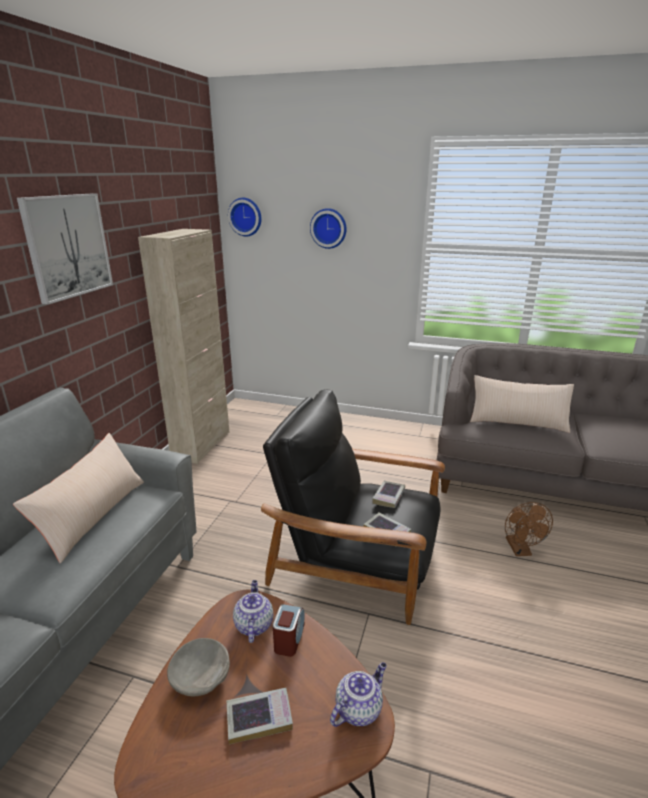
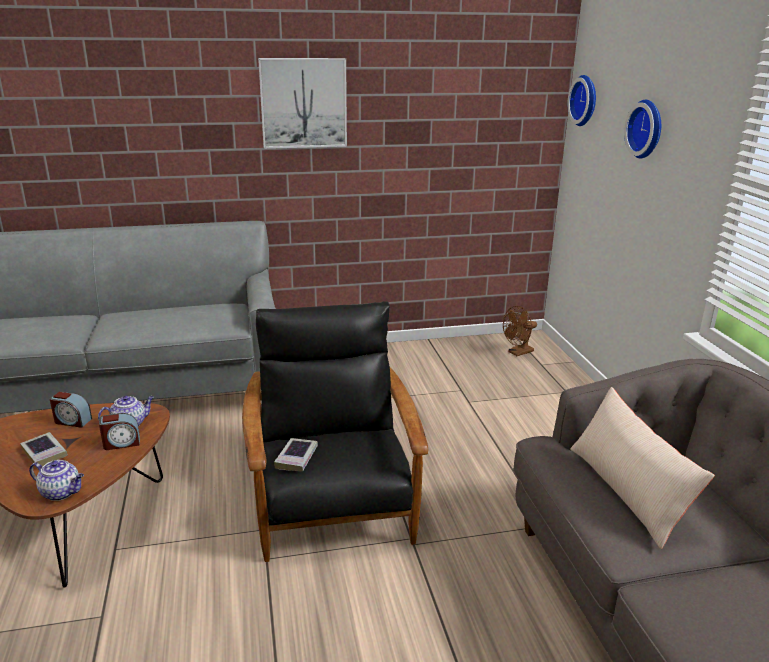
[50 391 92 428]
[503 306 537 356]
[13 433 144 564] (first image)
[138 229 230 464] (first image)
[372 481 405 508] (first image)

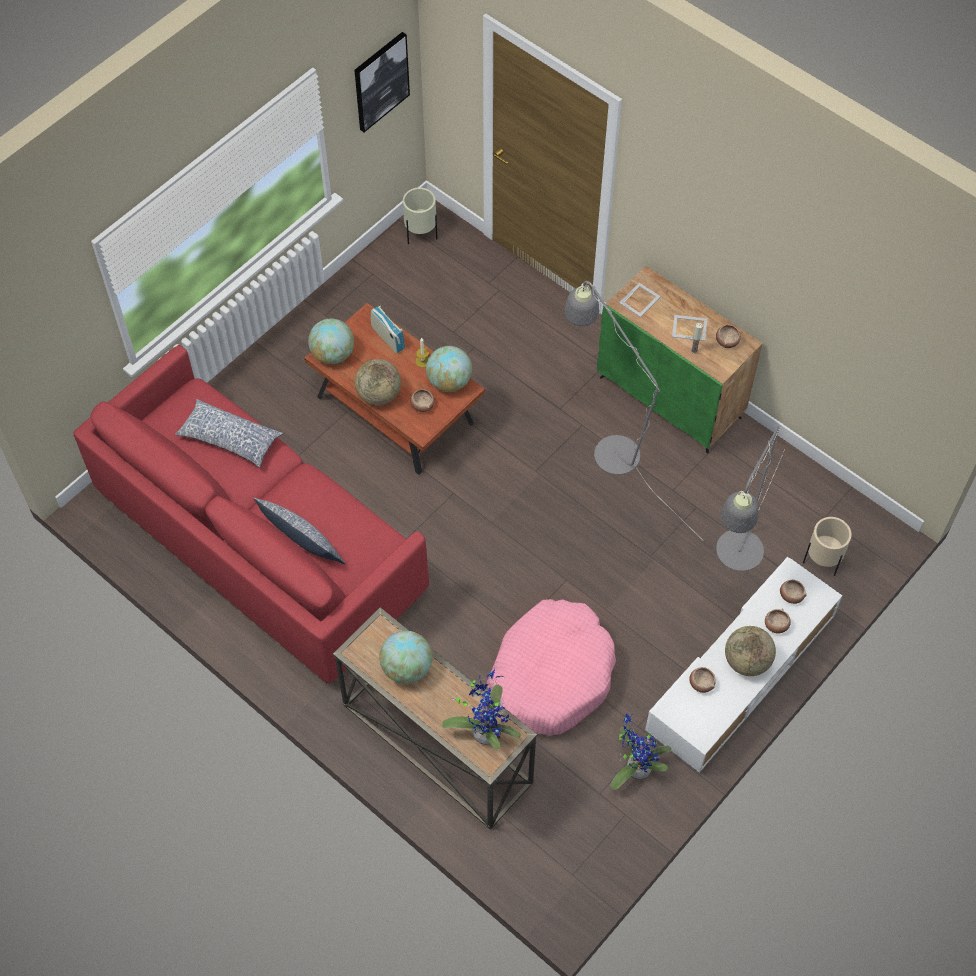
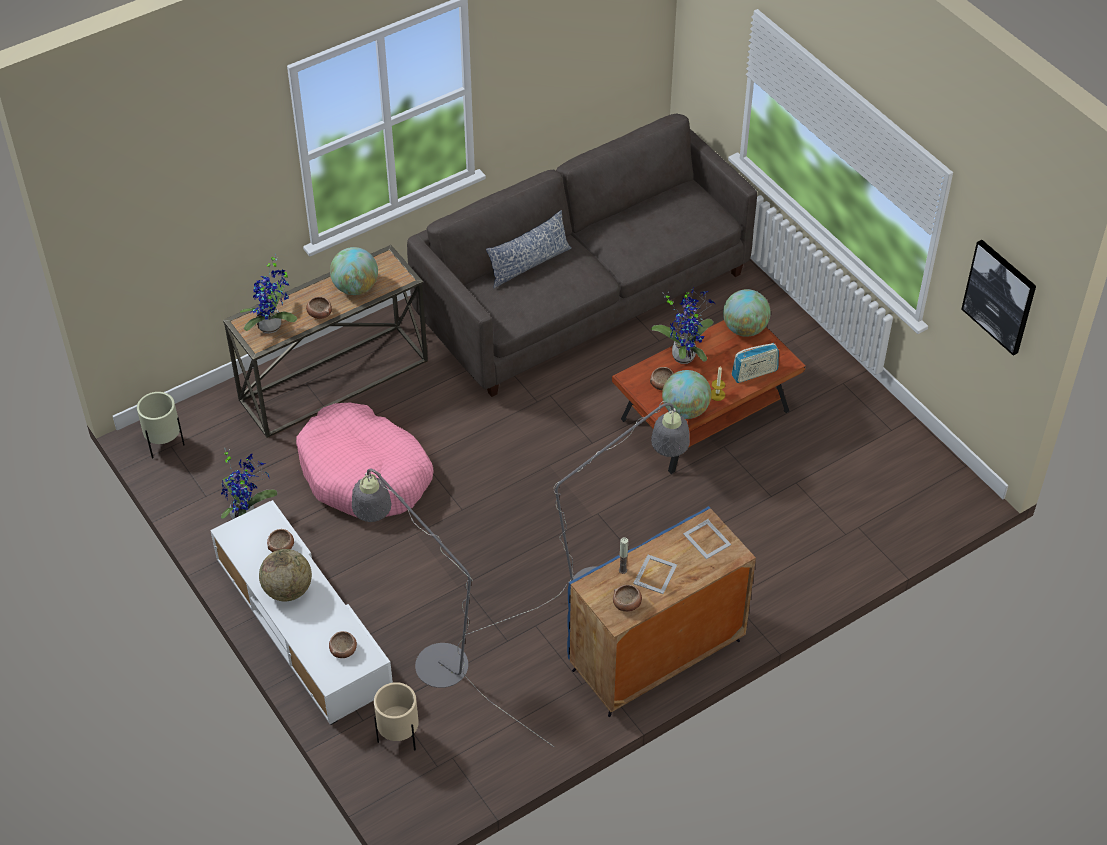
[137 392 185 458]
[306 297 332 319]
[407 114 757 397]
[567 506 756 717]
[651 286 715 364]
[175 399 283 467] (first image)

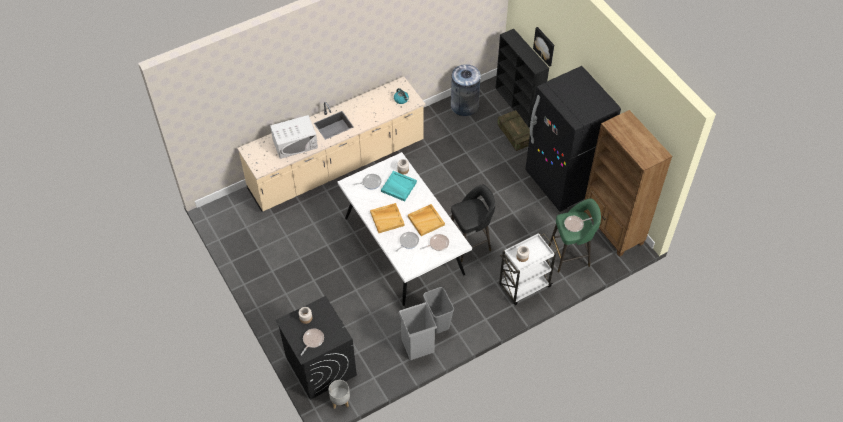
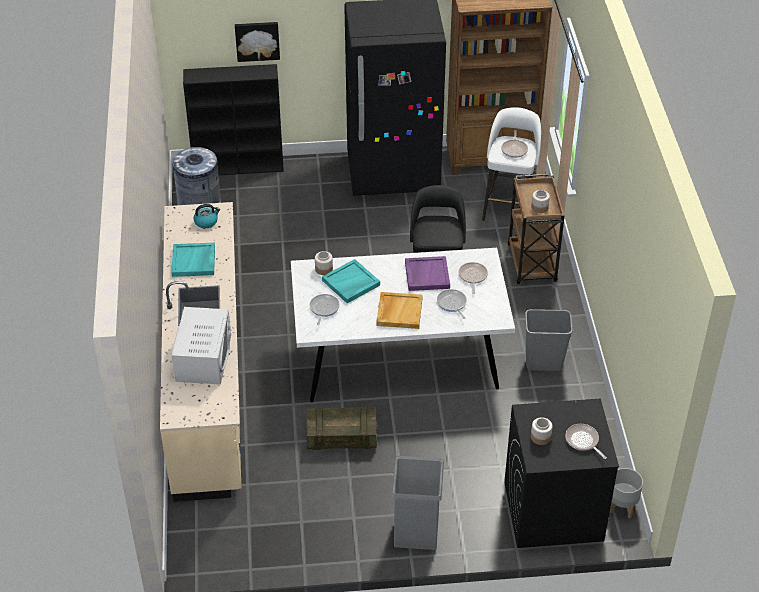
[171 243 215 277]
[305 407 378 450]
[392 456 444 550]
[405 256 450 291]
[482 107 541 221]
[508 174 565 284]

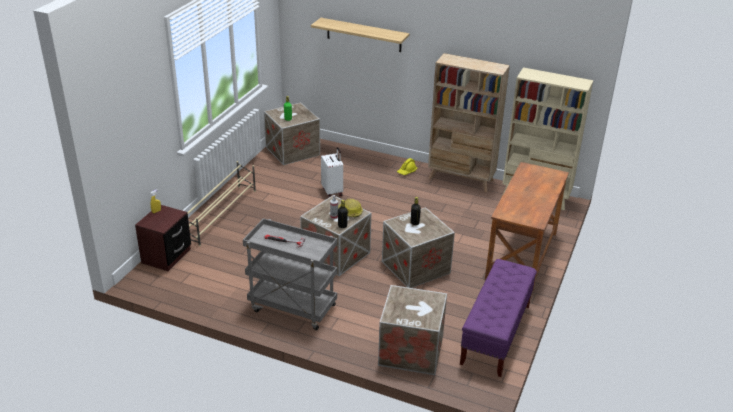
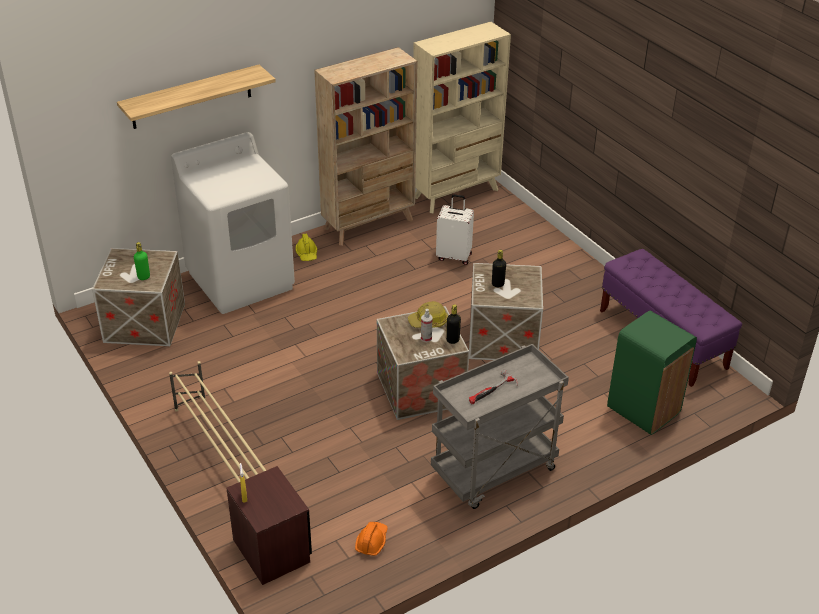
[171 132 295 314]
[355 522 388 556]
[436 194 474 265]
[607 311 697 435]
[485 162 569 289] (first image)

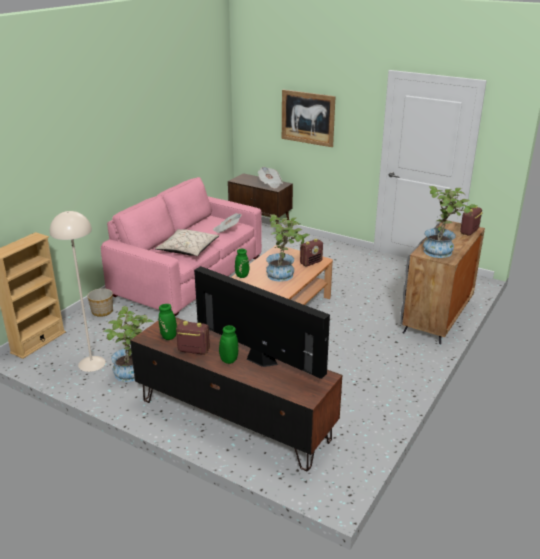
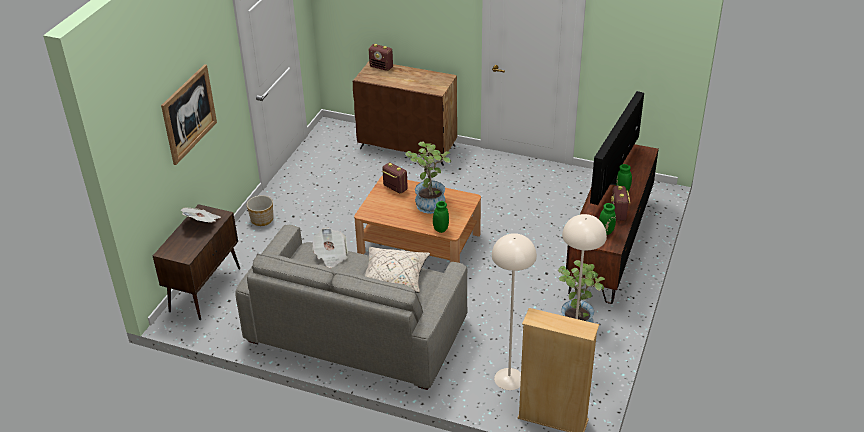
[235 224 467 390]
[247 195 273 226]
[353 62 457 166]
[492 233 537 390]
[423 186 477 258] (first image)

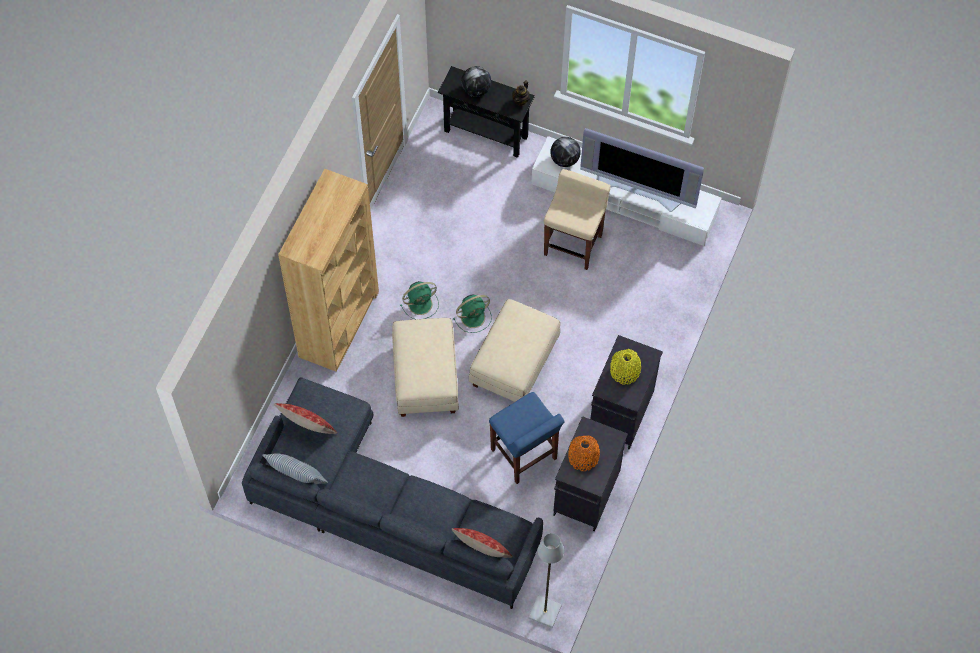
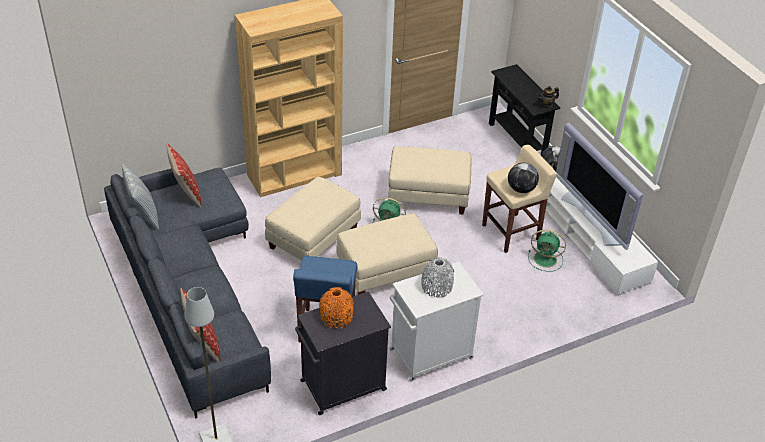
[388 147 471 214]
[390 262 484 382]
[422 257 454 298]
[508 163 539 193]
[528 230 566 272]

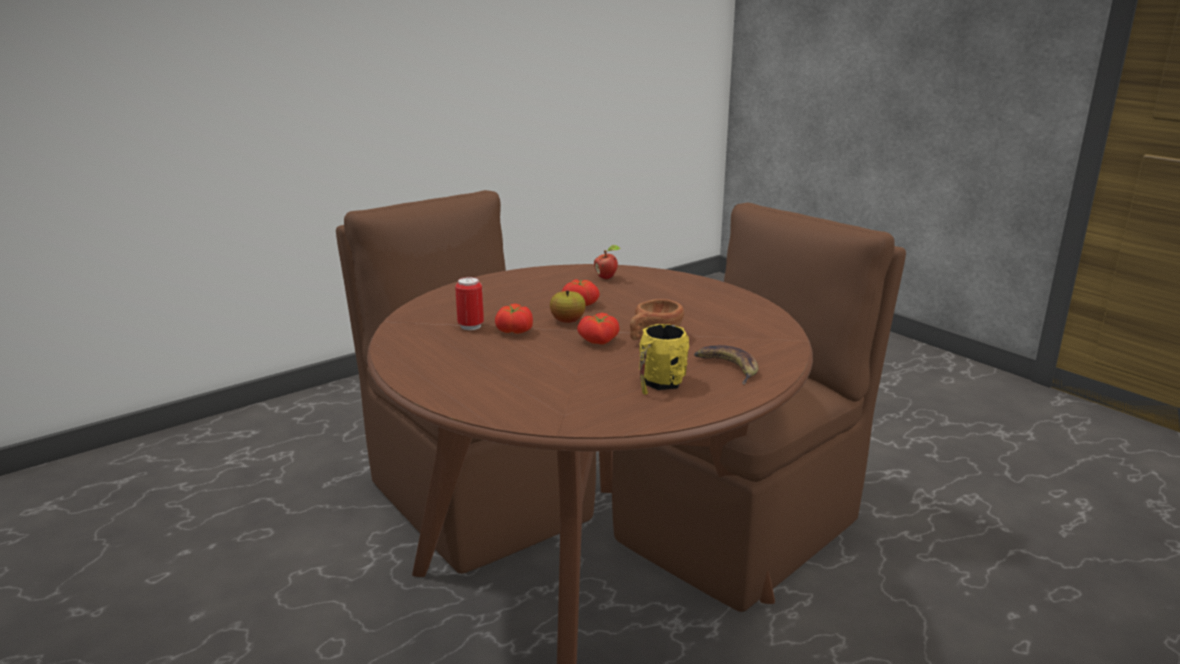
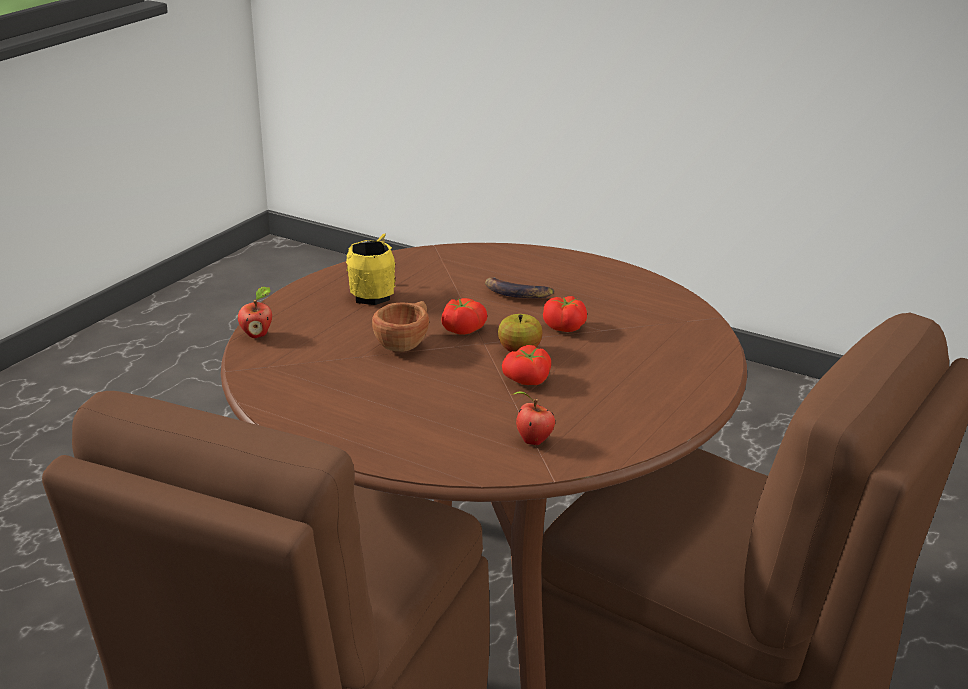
[238 287 272 338]
[485 277 554 298]
[455 277 484 330] (first image)

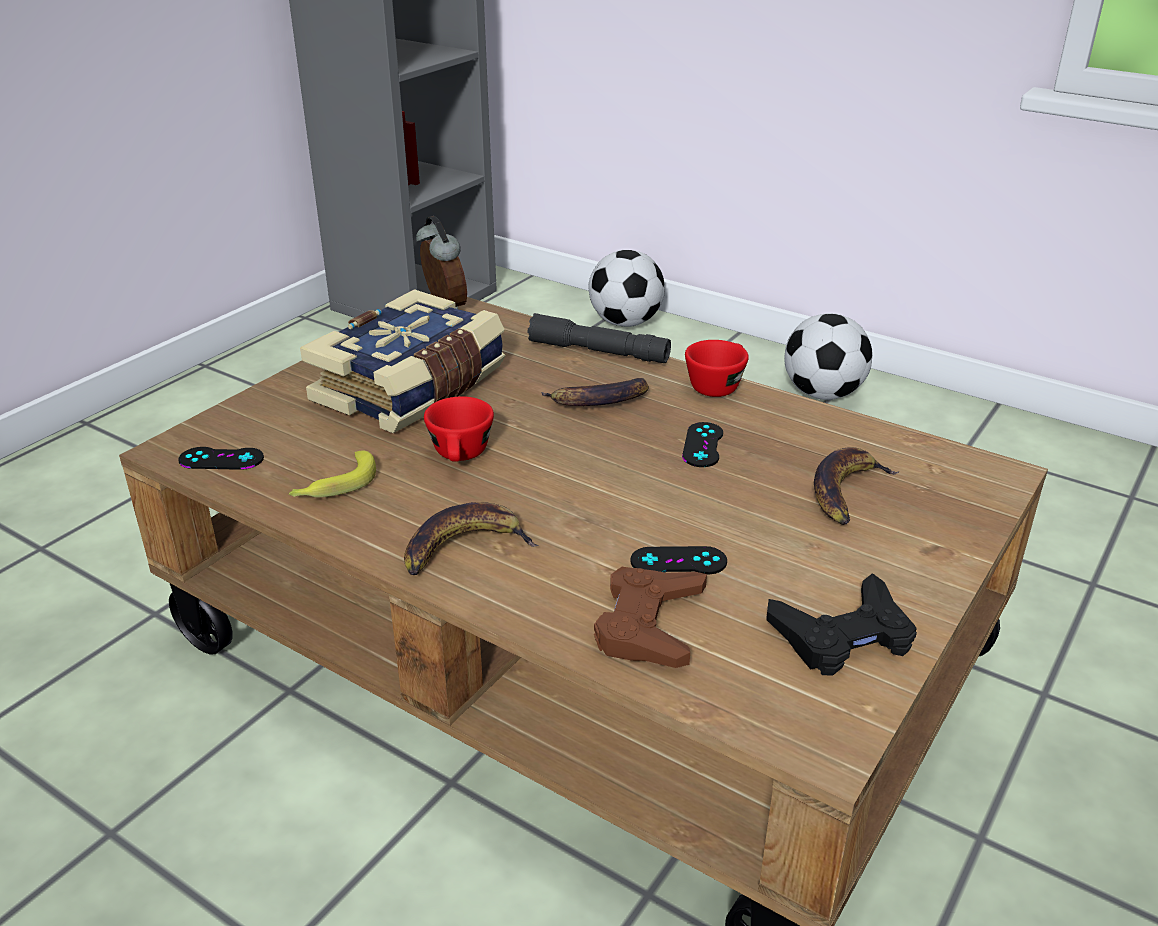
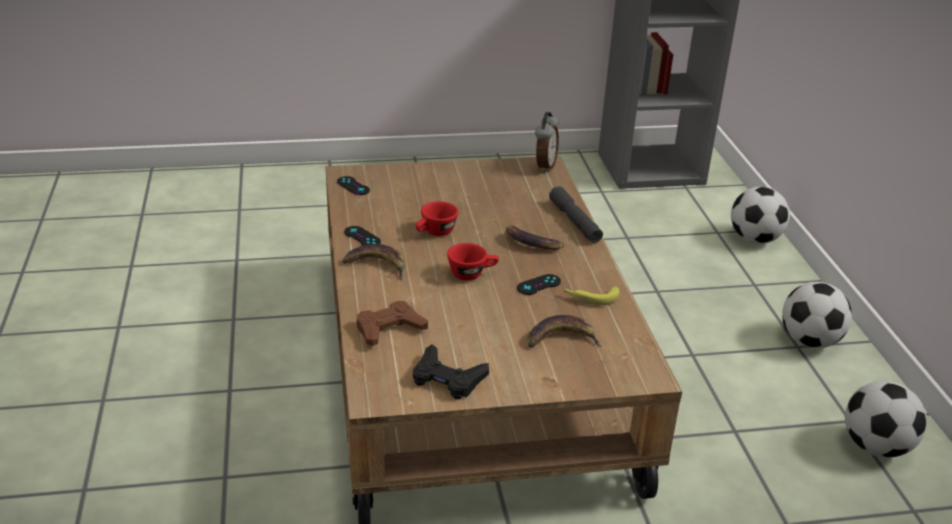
[344 226 381 246]
[447 243 499 281]
[563 286 620 305]
[845 381 927 457]
[300 289 506 433] (first image)

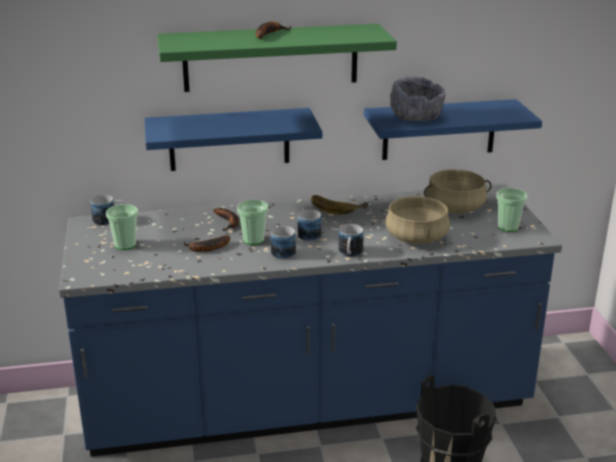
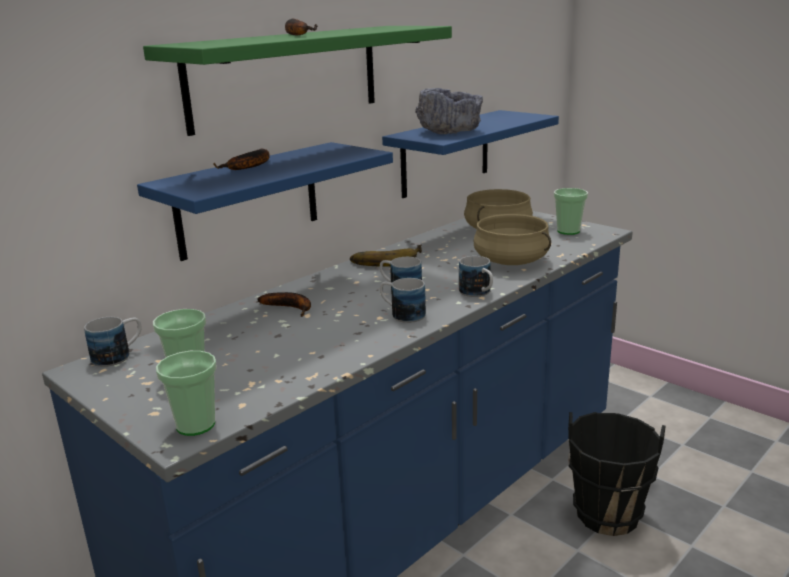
[156 351 217 436]
[213 148 270 170]

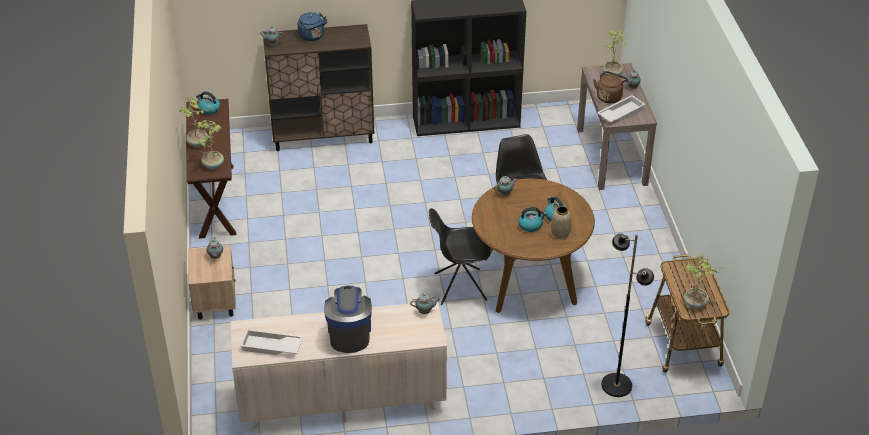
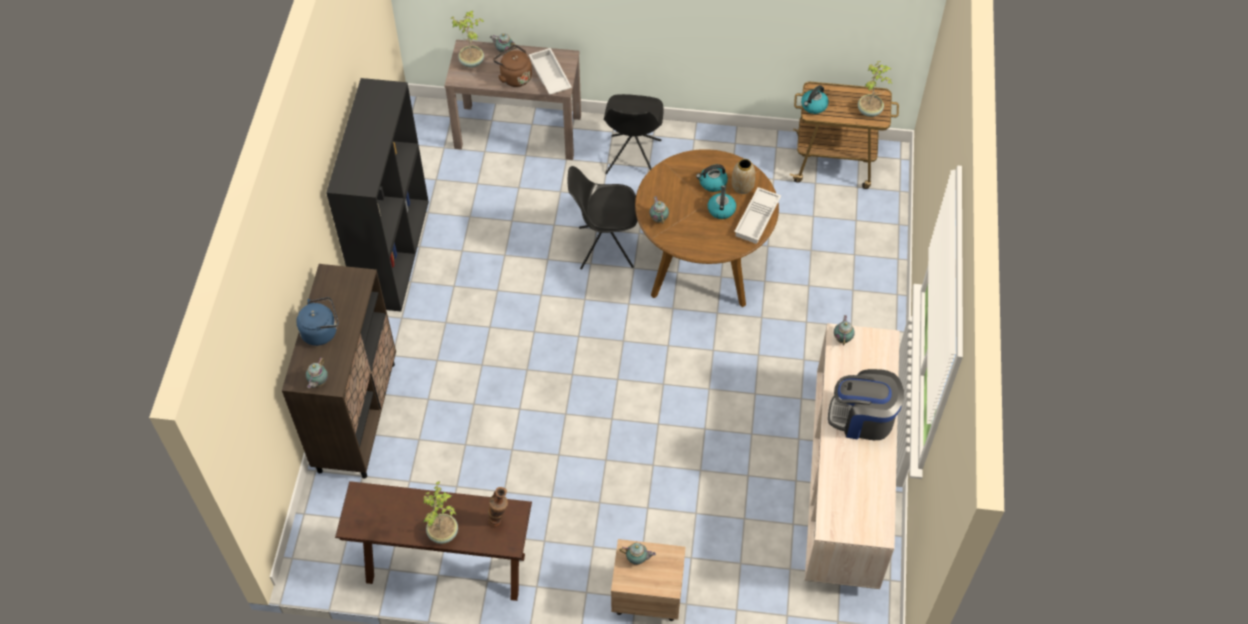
[488 487 508 527]
[604 94 664 174]
[734 187 781 244]
[801 85 829 114]
[601 234 654 397] (first image)

